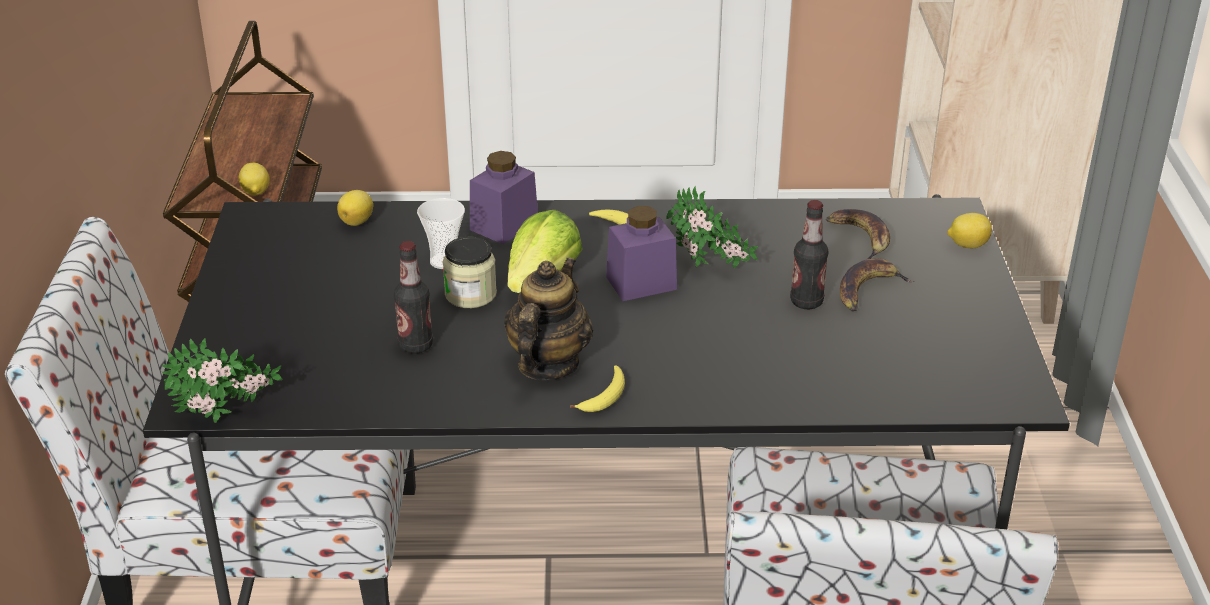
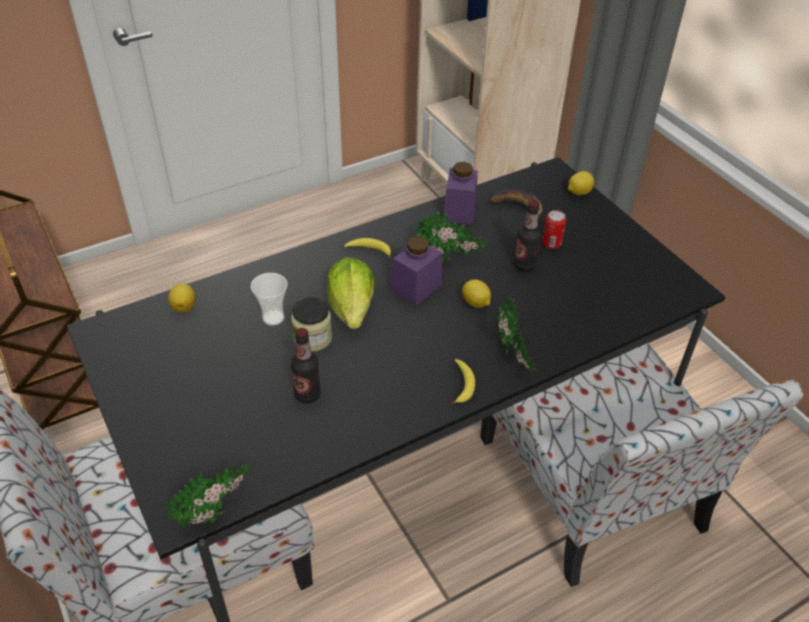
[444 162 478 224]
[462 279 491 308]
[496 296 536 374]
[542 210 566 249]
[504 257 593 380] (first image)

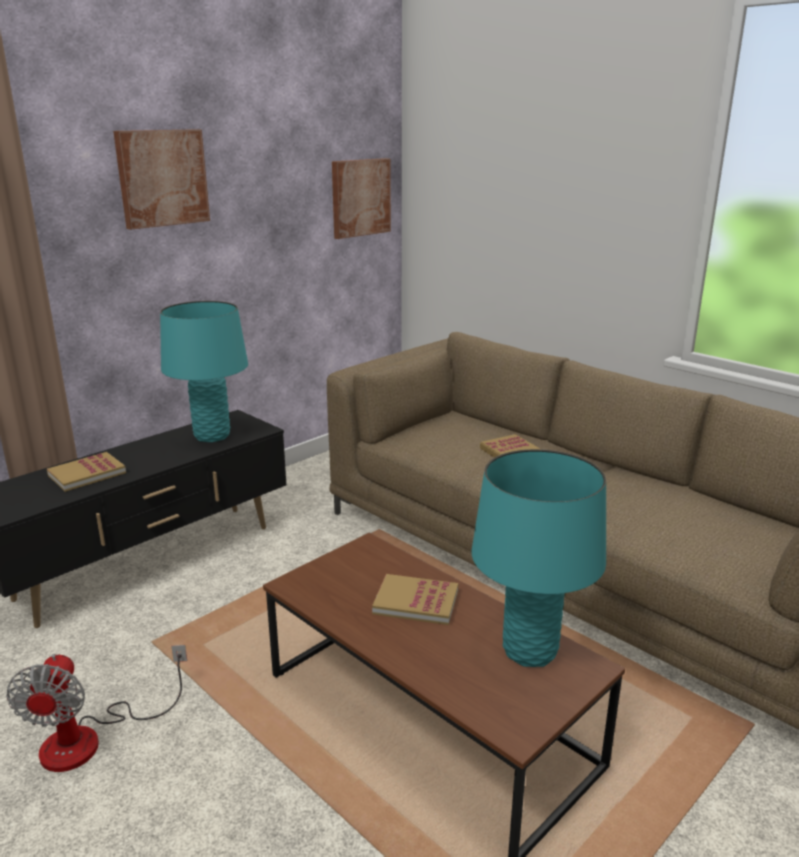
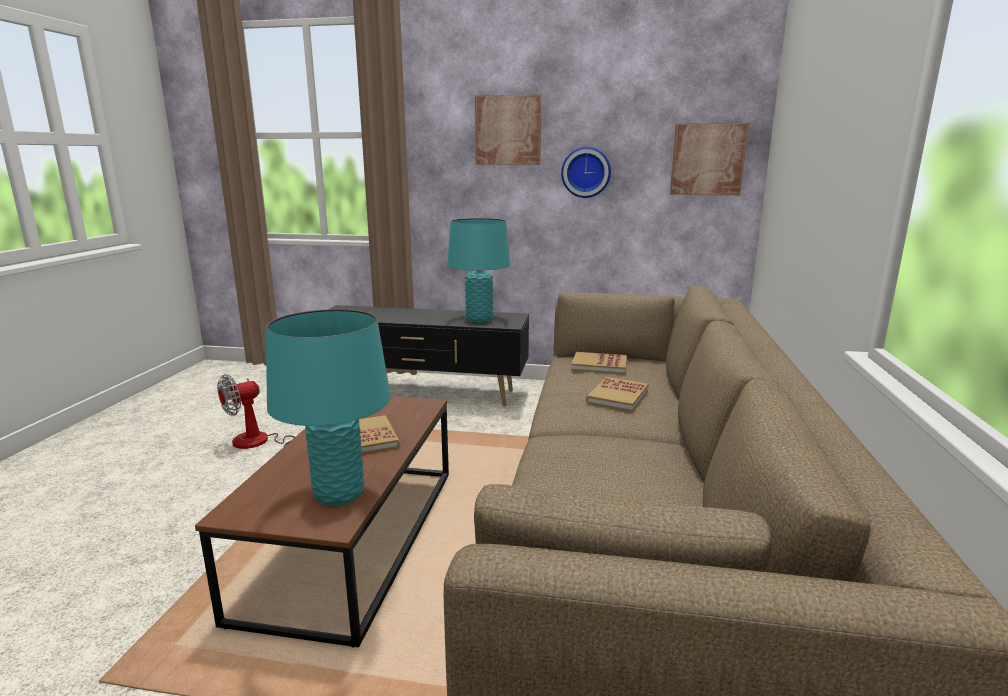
[561 147 611 198]
[571 352 627 374]

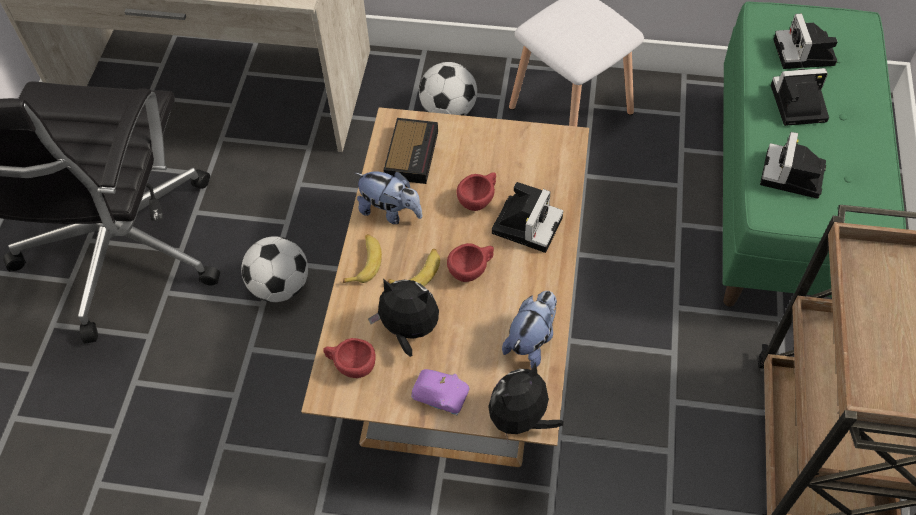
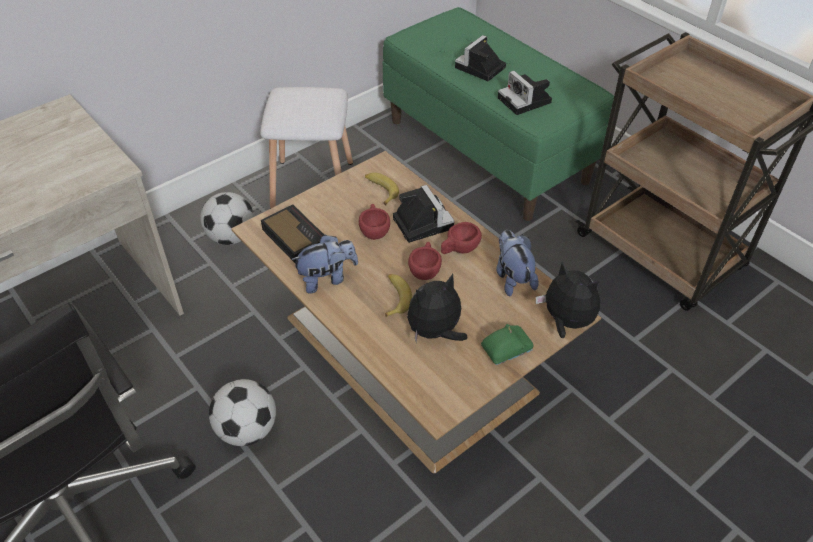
[365 172 399 205]
[441 222 482 254]
[481 324 533 365]
[536 262 600 338]
[773 13 838 69] (first image)

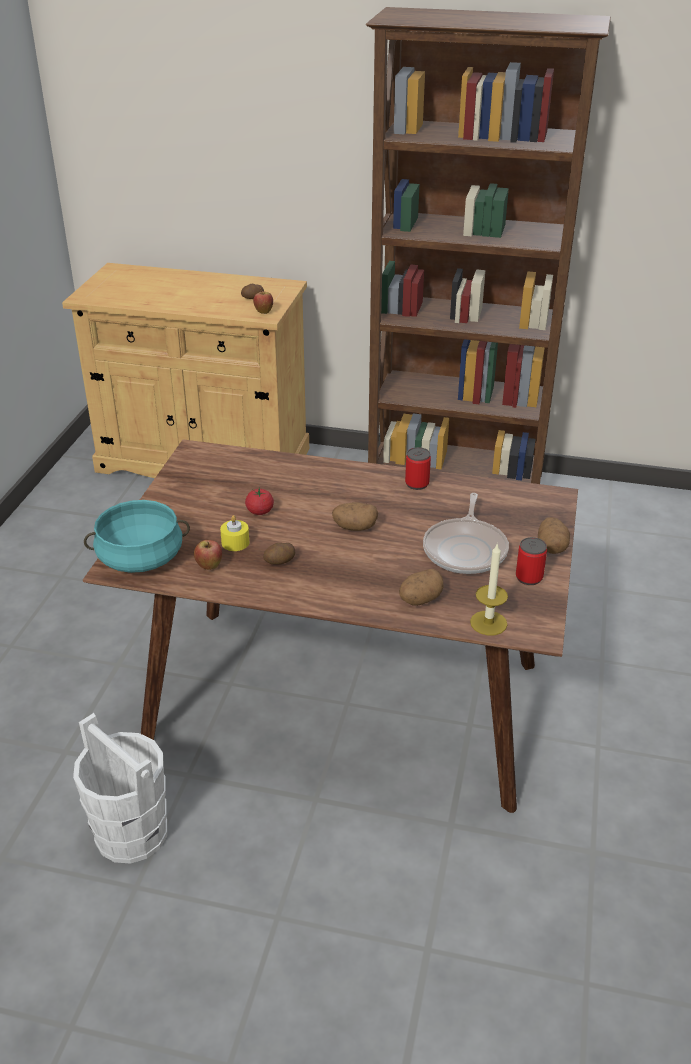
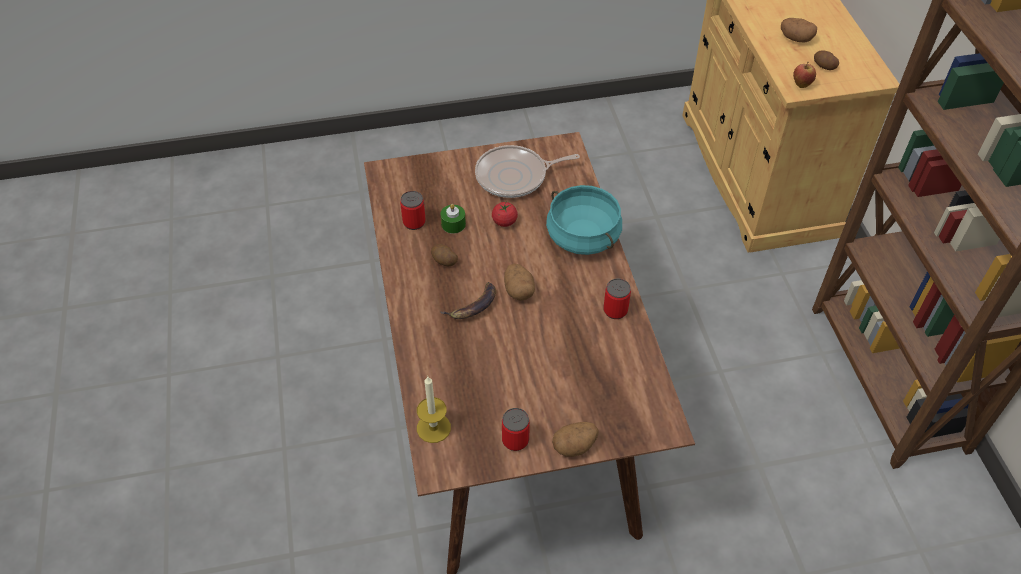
[400 191 426 230]
[441 204 466 234]
[441 282 496 319]
[475 145 580 198]
[546 185 622 255]
[781 18 817 42]
[73 713 167 864] (first image)

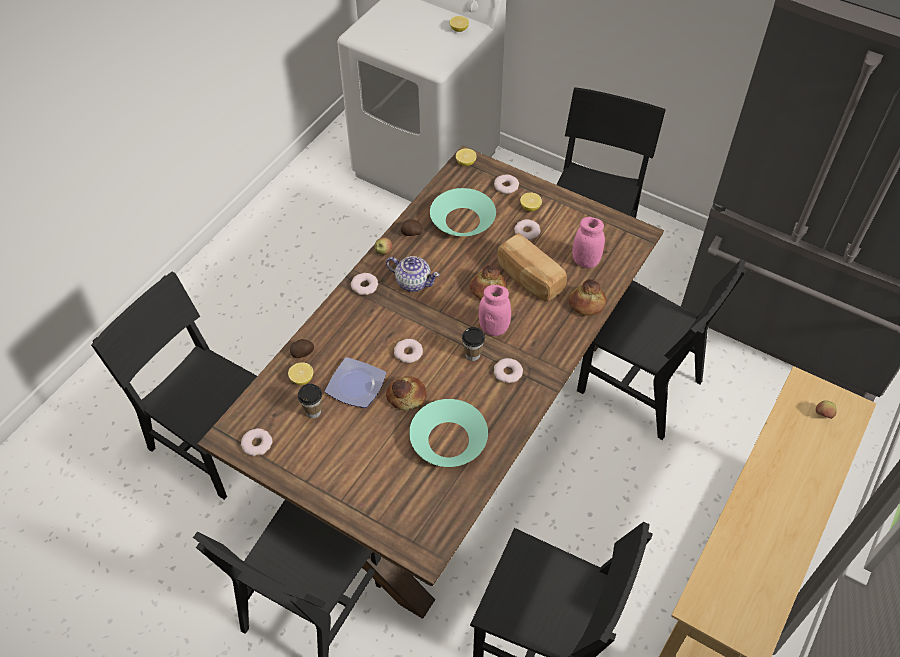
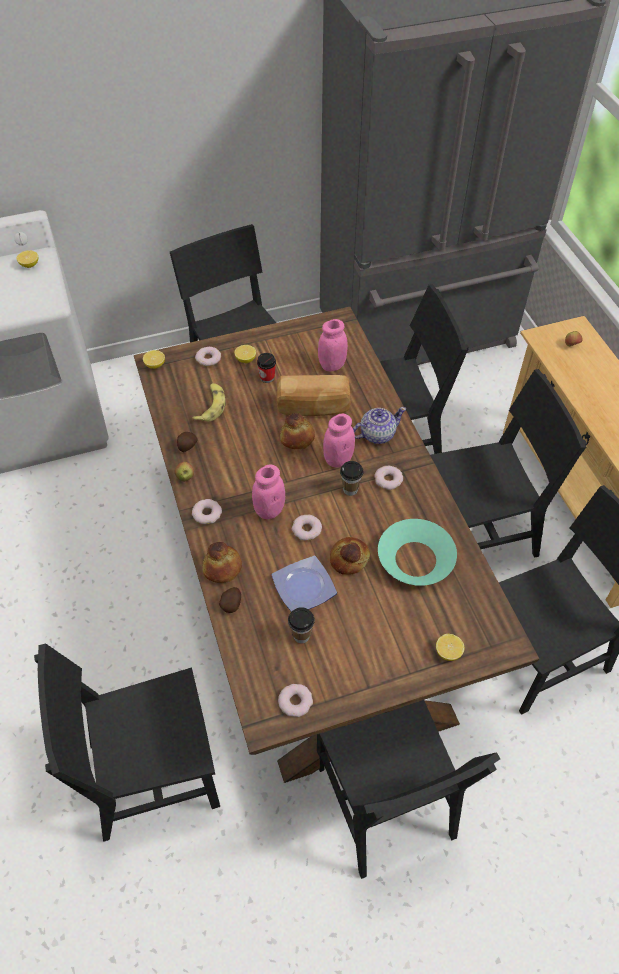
[192 383 226 422]
[202 542 242 583]
[252 464 285 519]
[257 353 276 383]
[353 407 406 444]
[430 369 587 558]
[436 634 464 661]

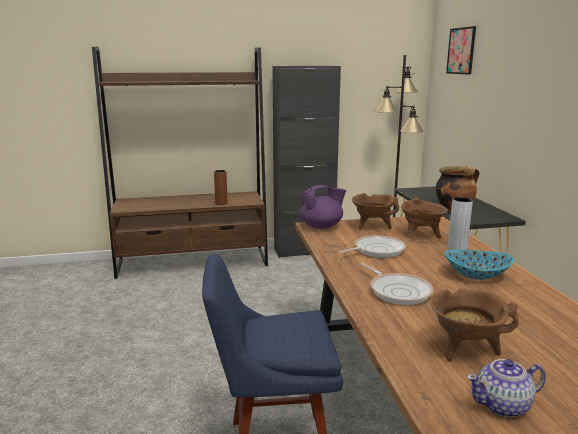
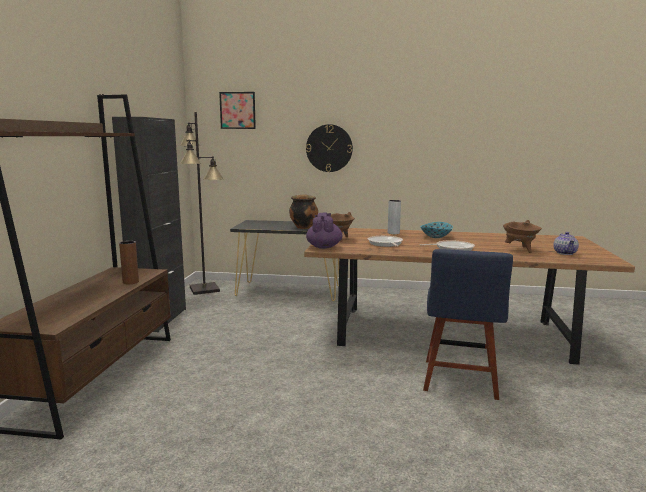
[306 124 353 172]
[401 196 448 238] (first image)

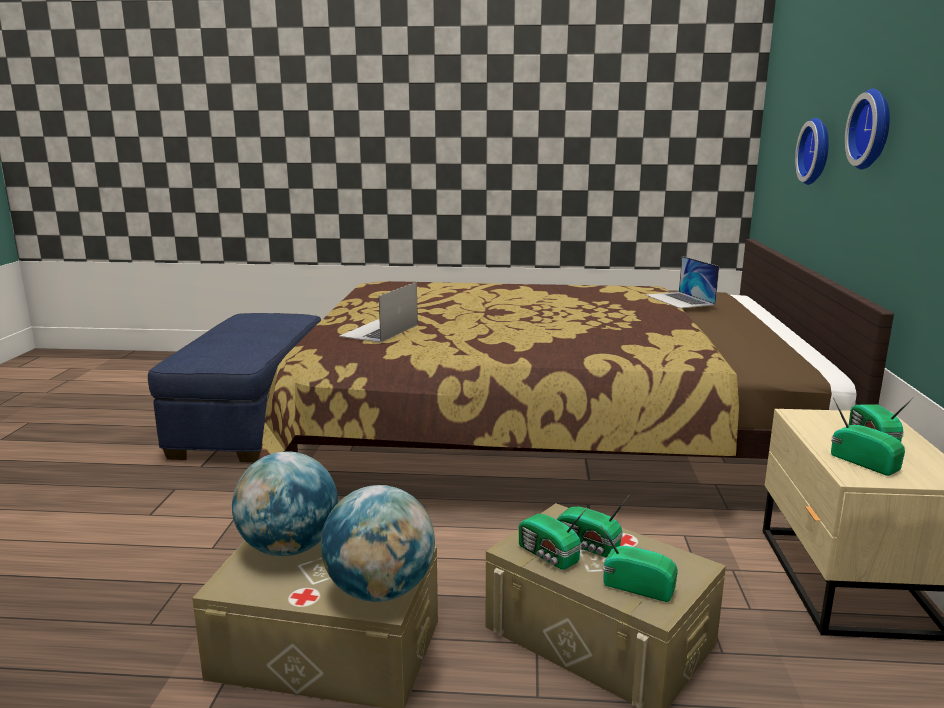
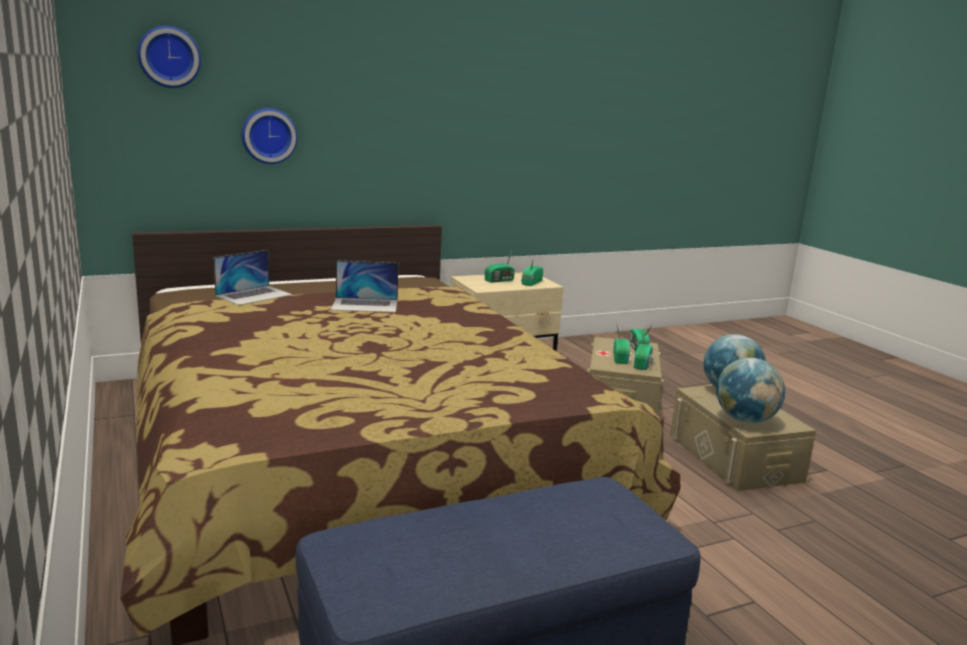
[137 26 201 88]
[331 260 398 313]

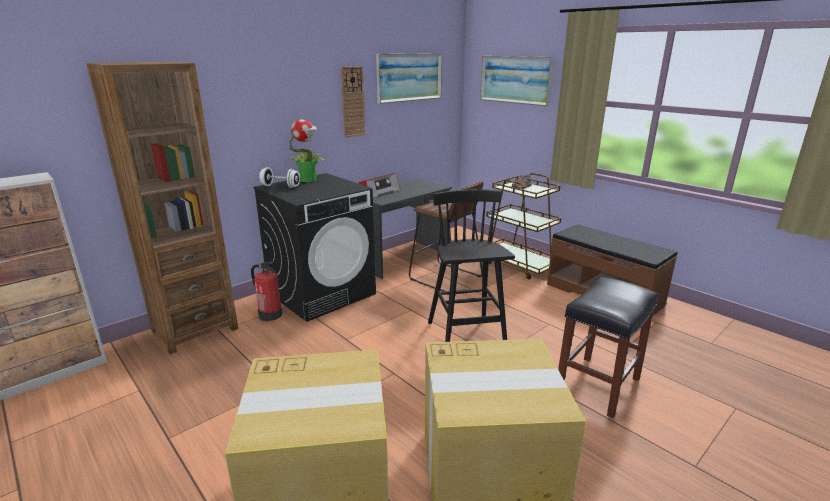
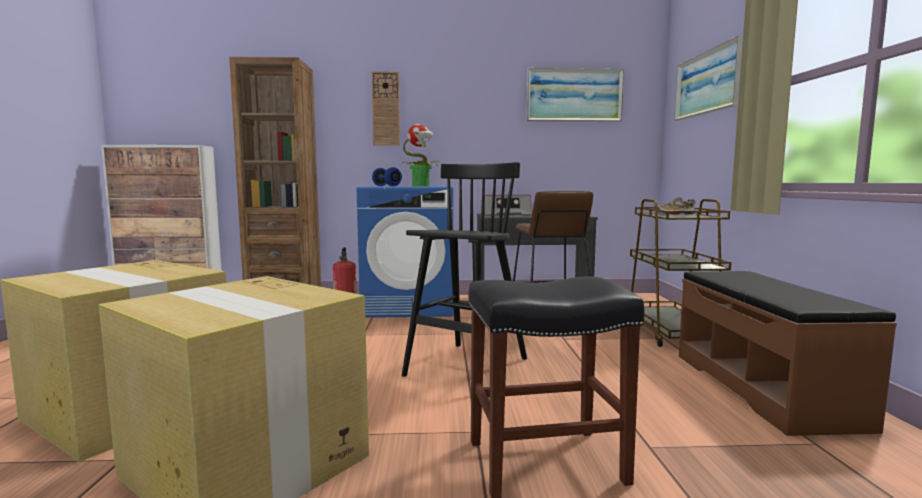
[357 186 453 318]
[372 71 400 146]
[372 167 402 186]

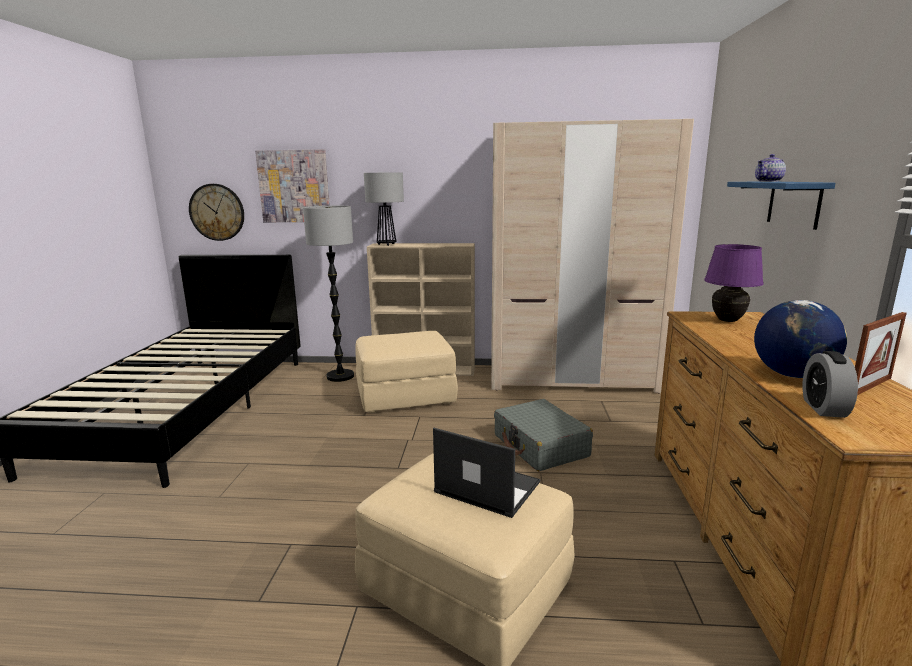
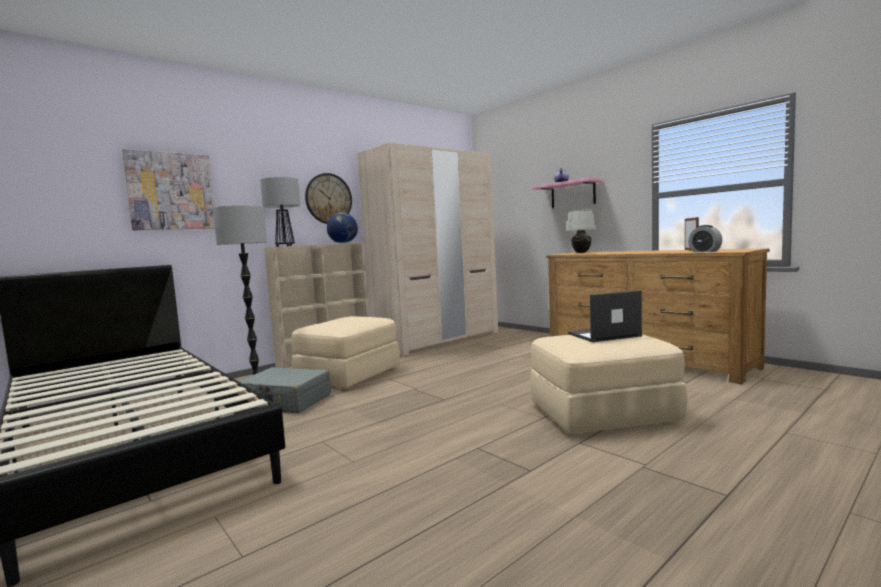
[238 367 331 413]
[305 173 352 224]
[327 213 358 244]
[532 177 603 208]
[566 209 597 253]

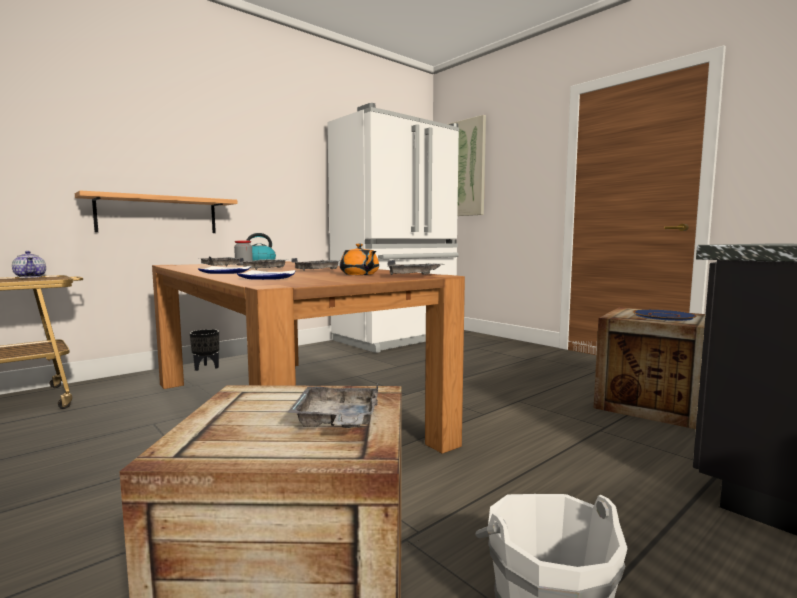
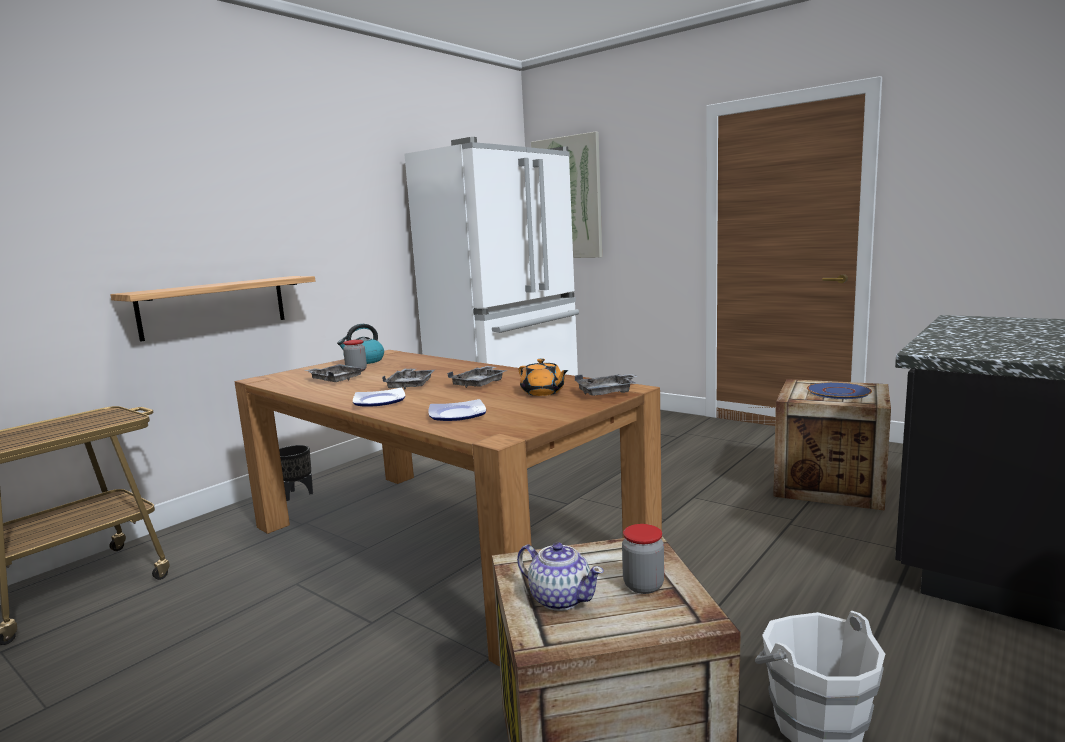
[517 542 604 611]
[622 524 664 594]

